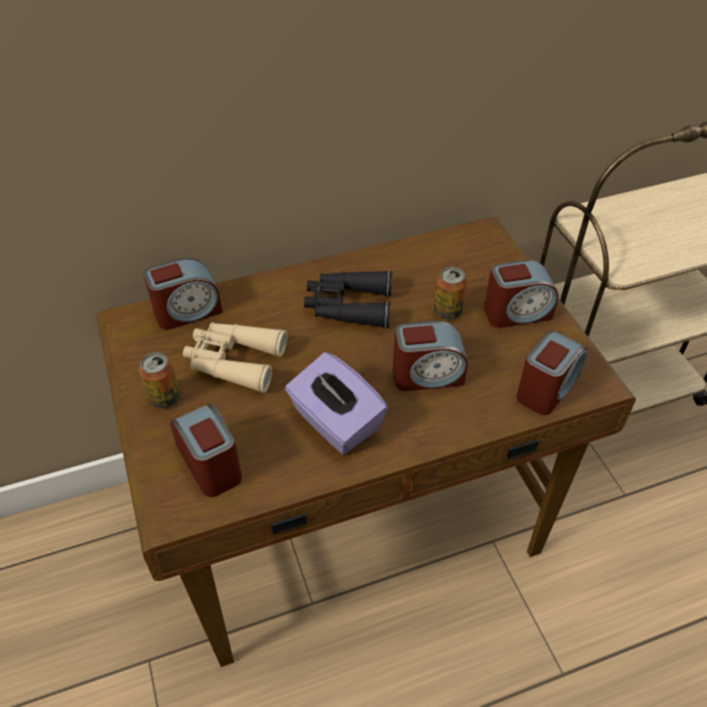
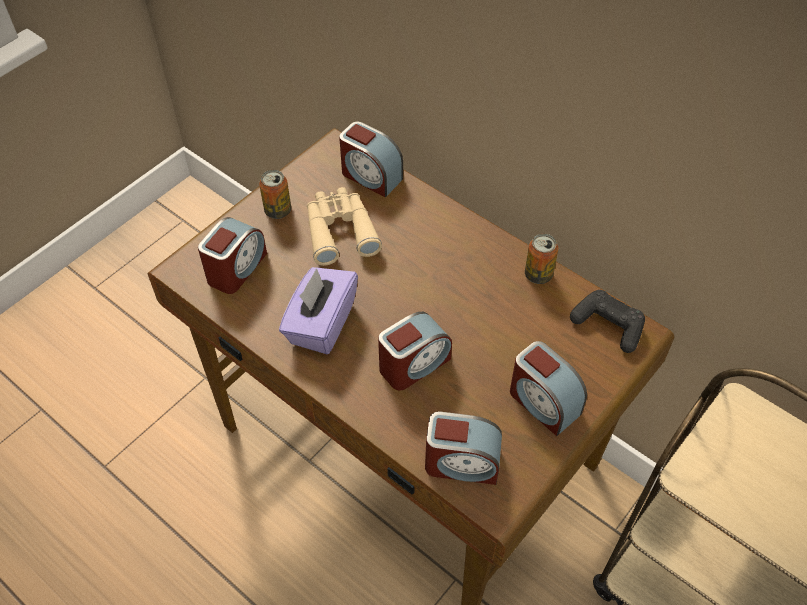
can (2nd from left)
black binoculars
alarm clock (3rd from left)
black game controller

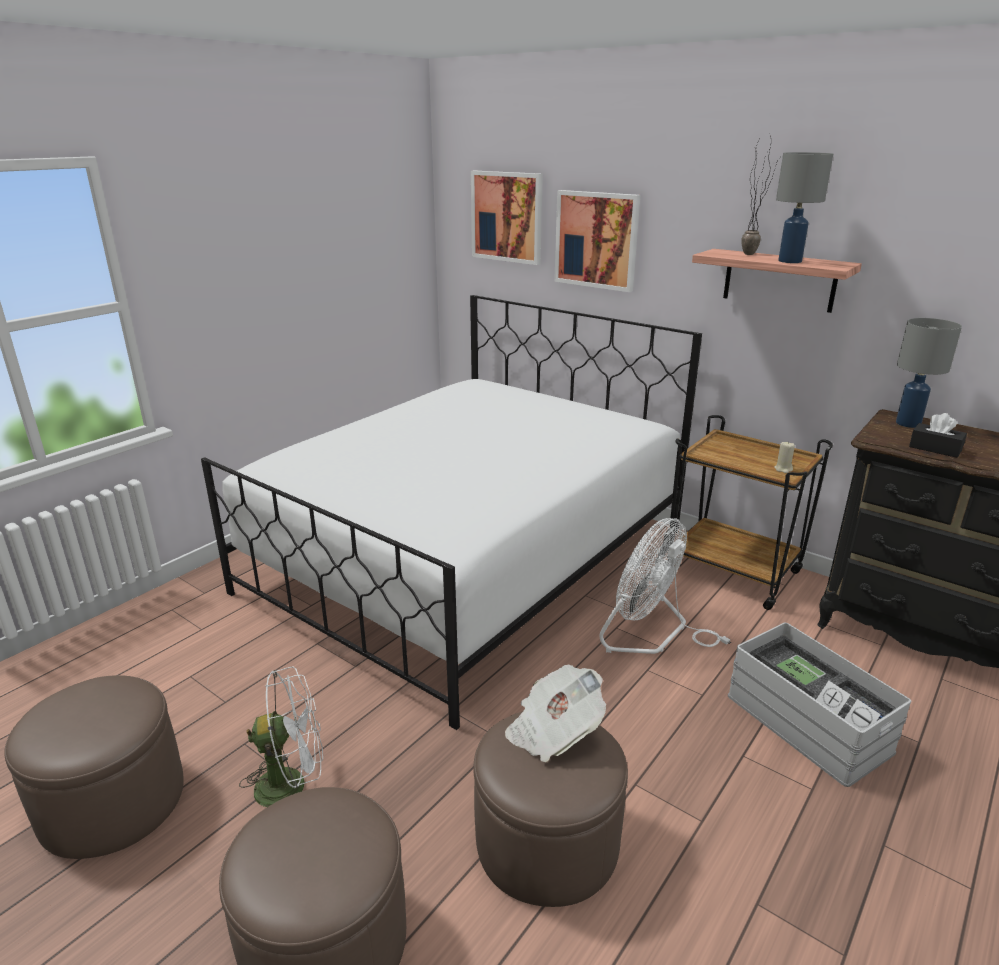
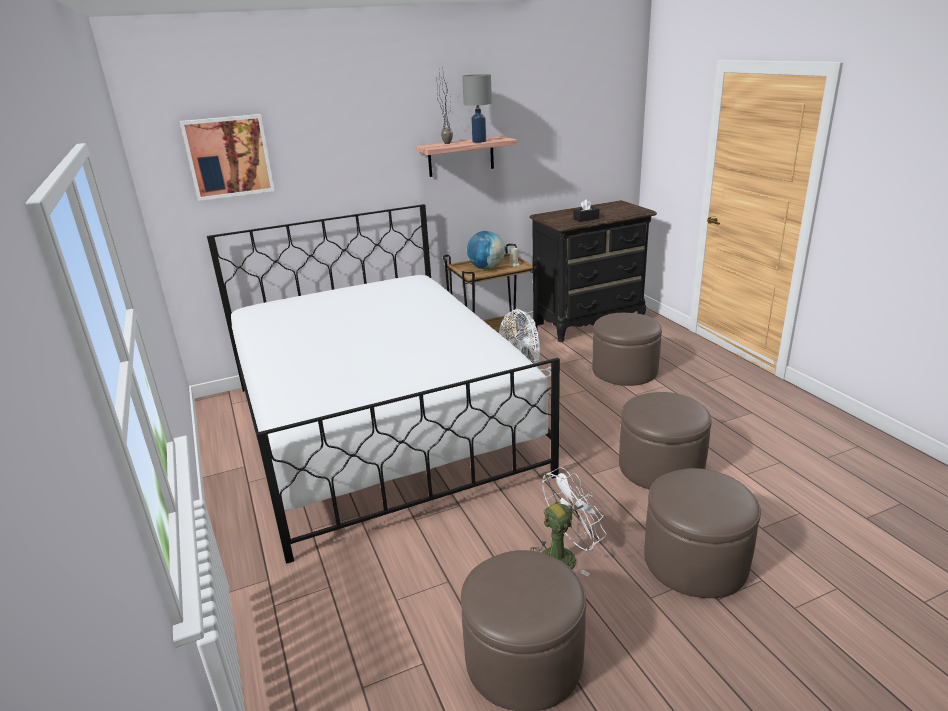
picture (2nd from left in the first image)
grey table lamp (2nd from left in the first image)
brown ottoman (2nd from left)
newspaper
white fan (2nd from left)
globe

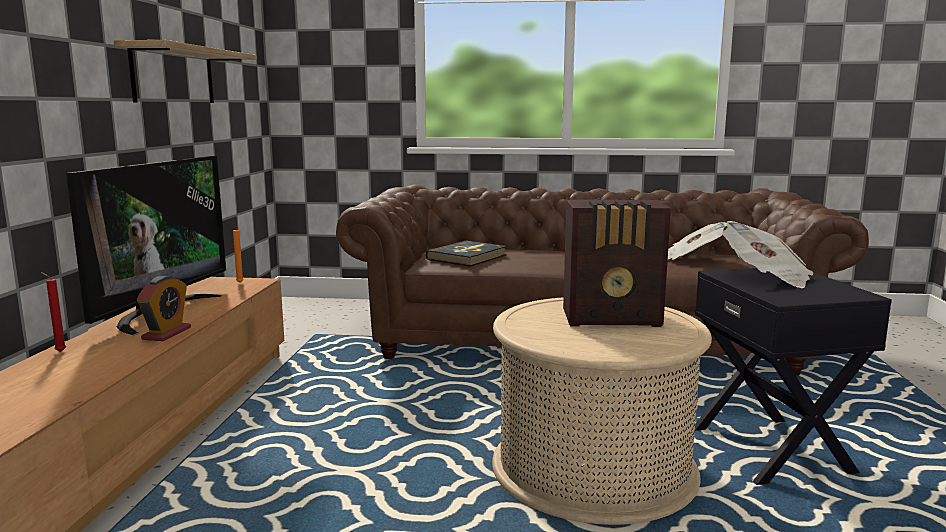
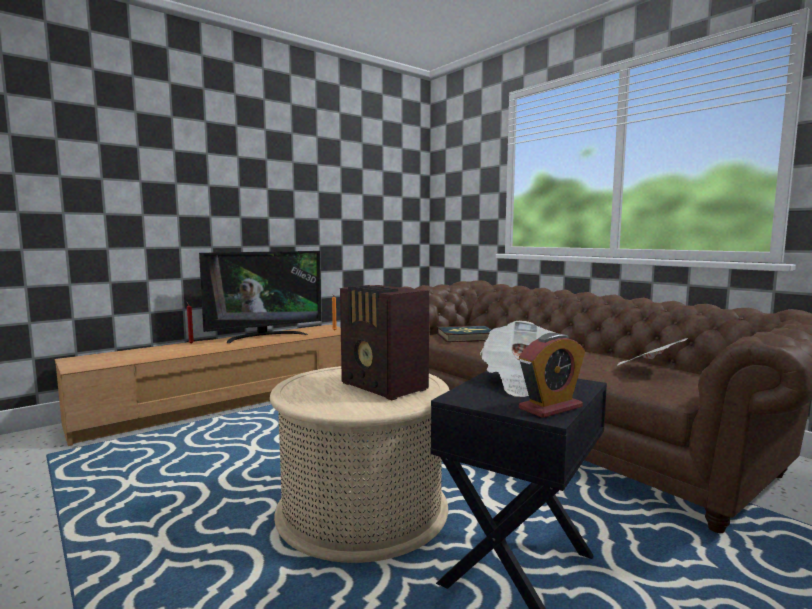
shelf
alarm clock

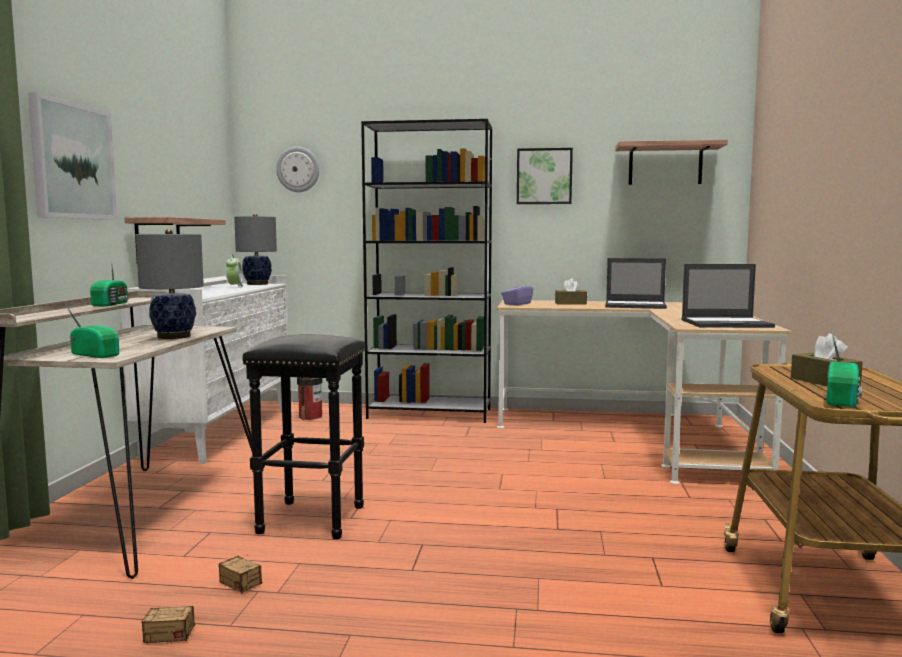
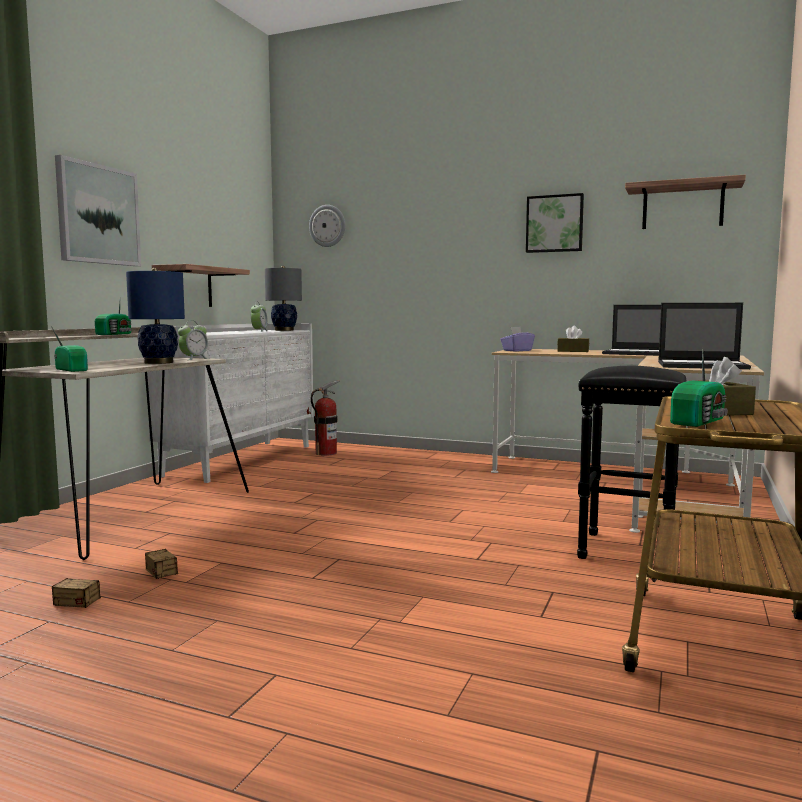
grey bookcase
blue table lamp
black stool
alarm clock (1st from left)

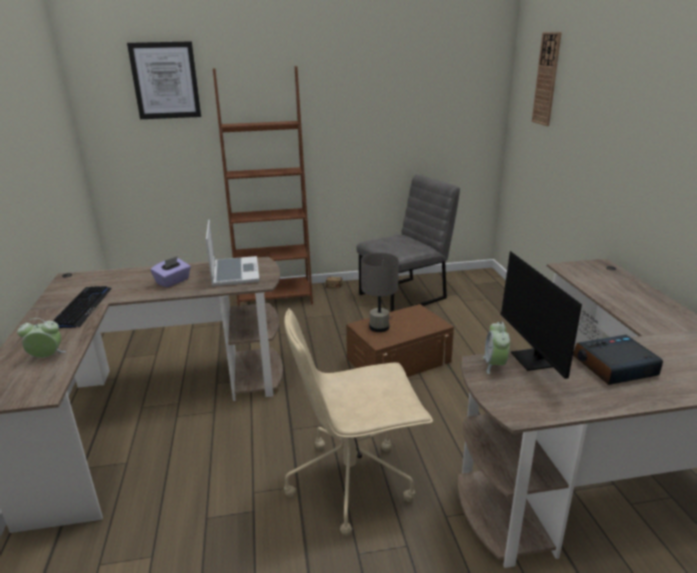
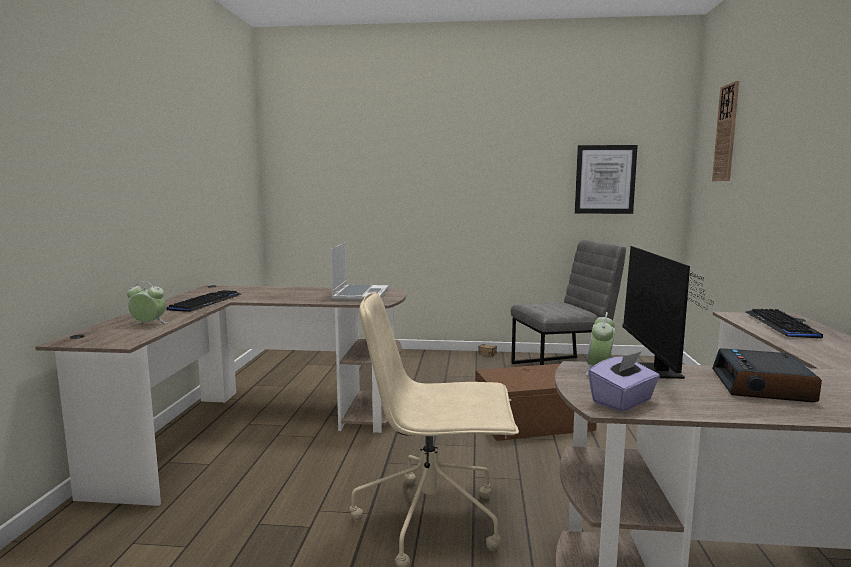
picture
brown bookcase
grey table lamp
purple tissue box
alarm clock (3rd from left)
keyboard (2nd from left)

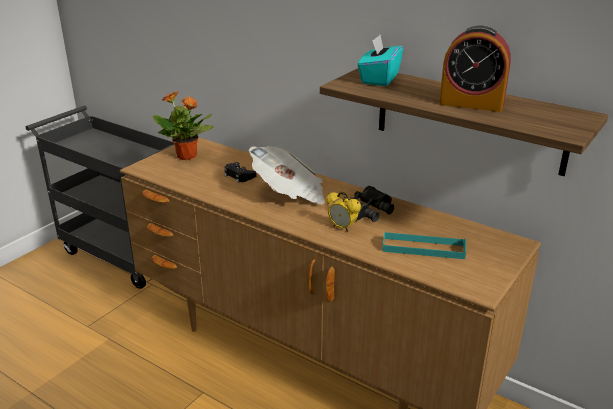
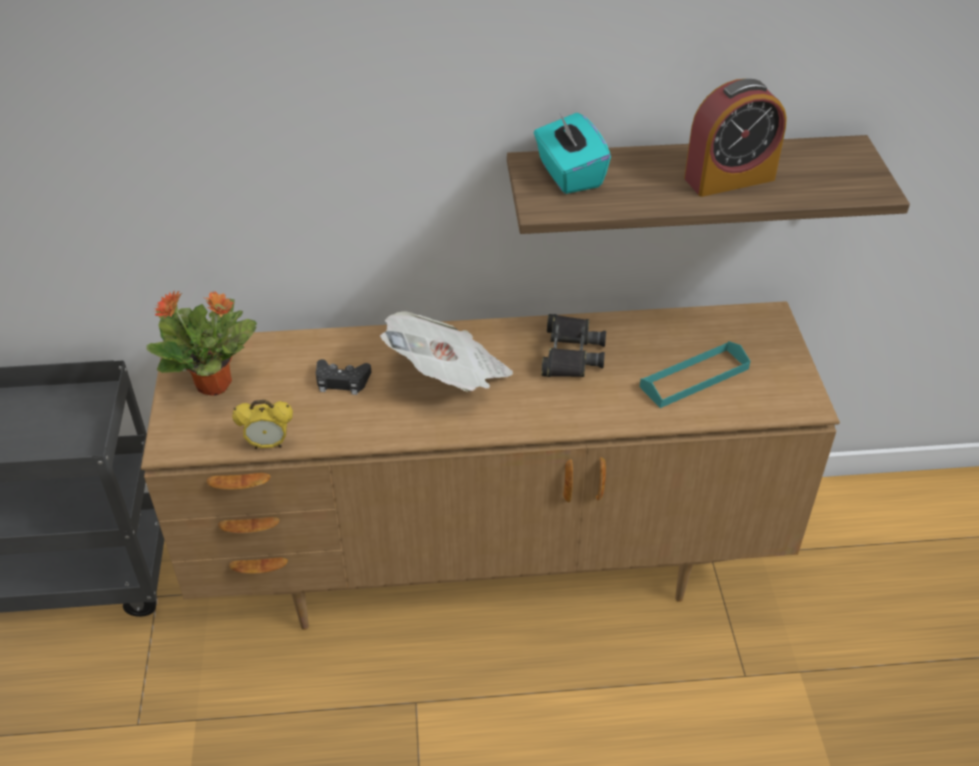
alarm clock (1st from left)

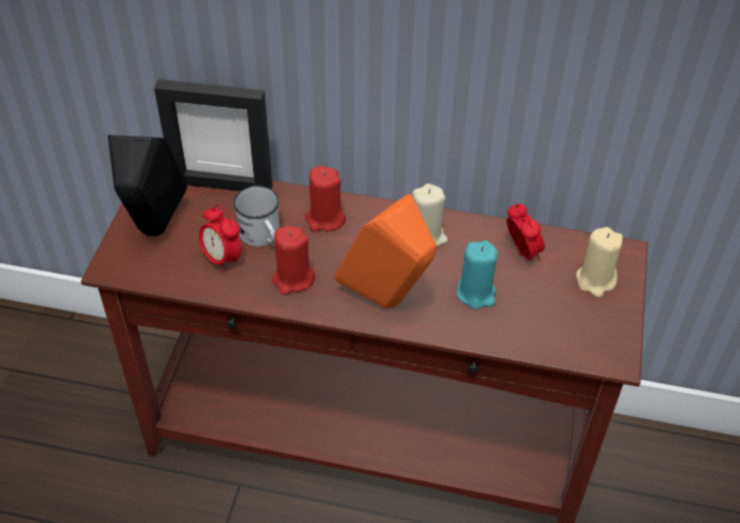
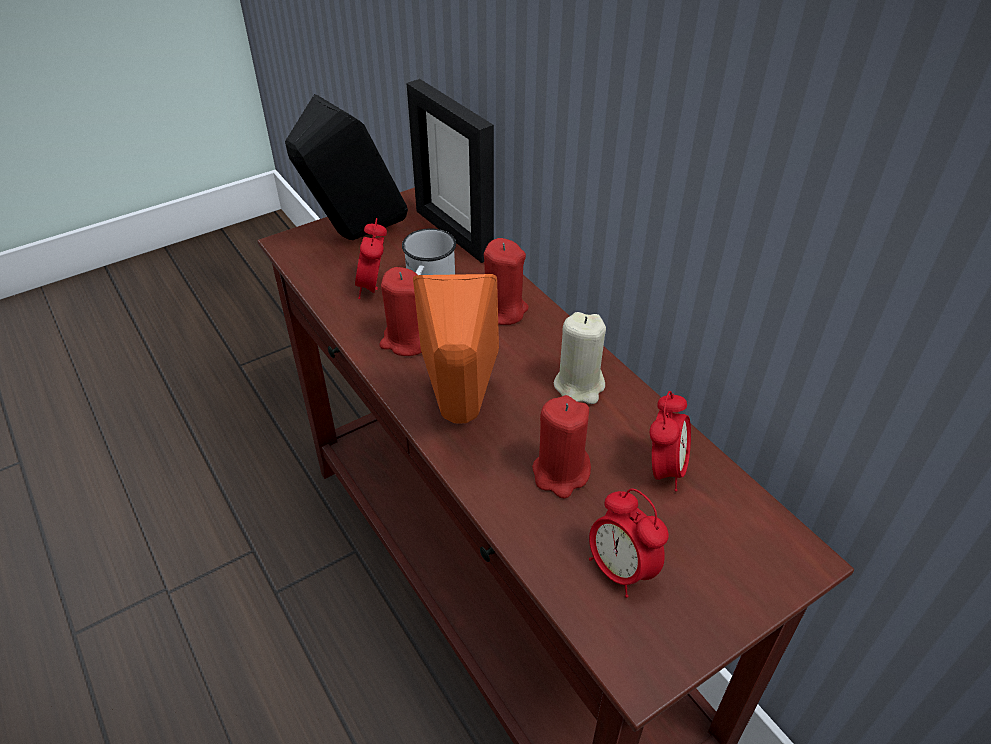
beige candle (2nd from left in the first image)
red candle (3rd from left)
alarm clock (2nd from left)

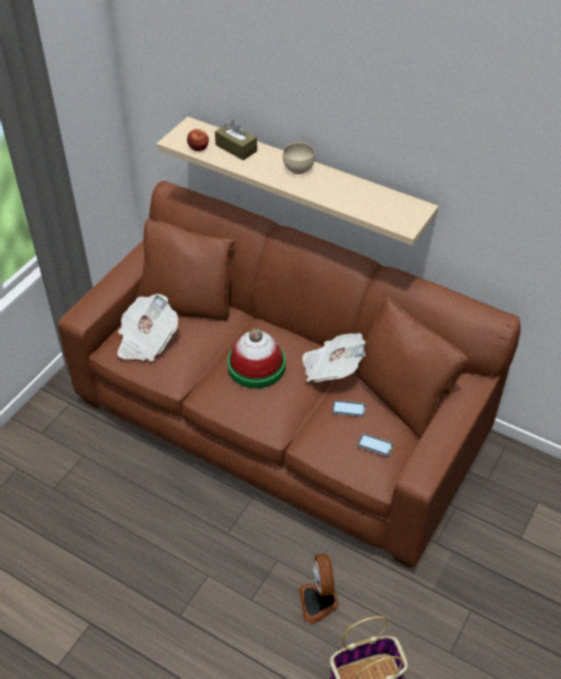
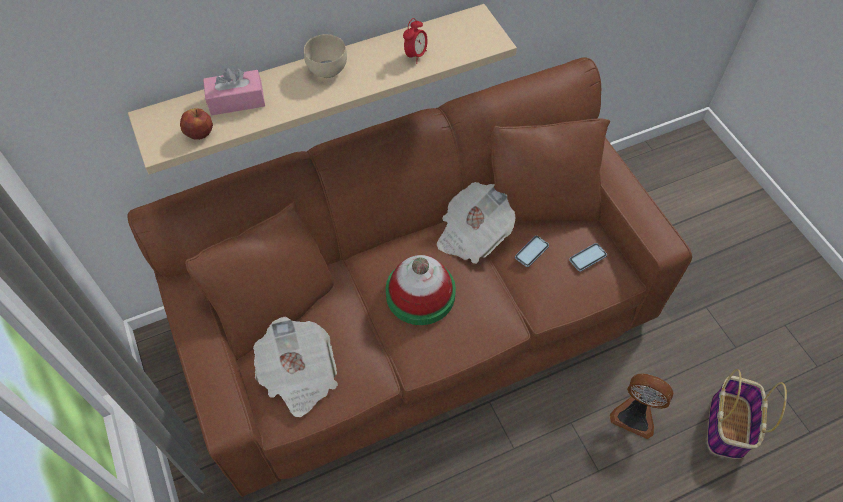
pink tissue box
alarm clock

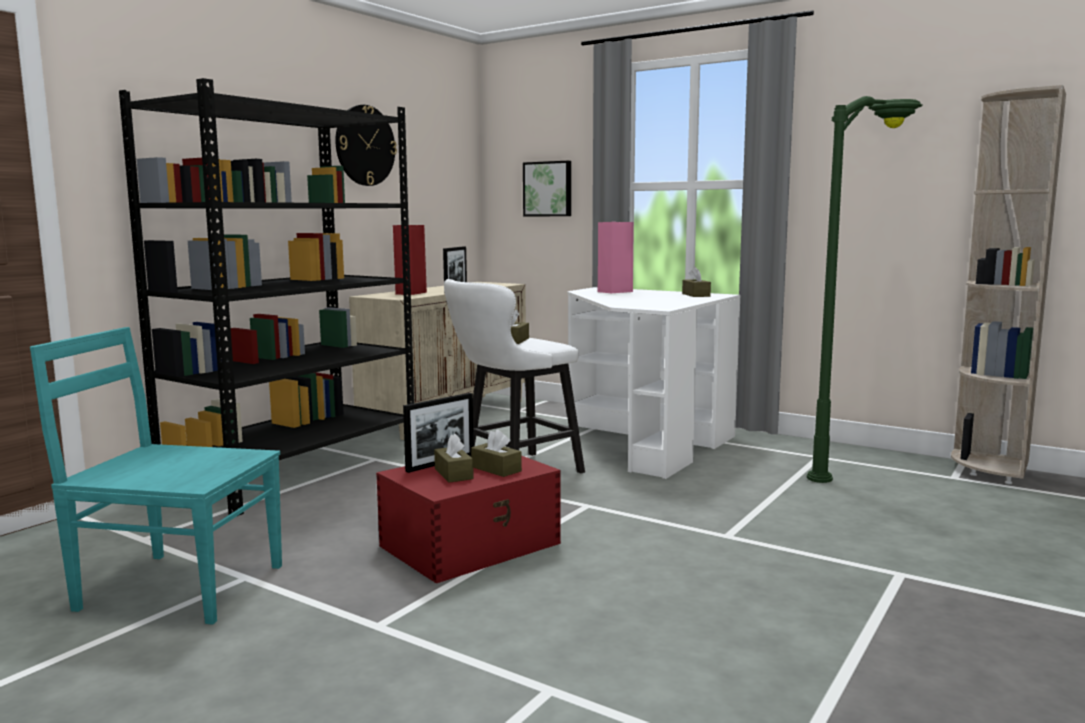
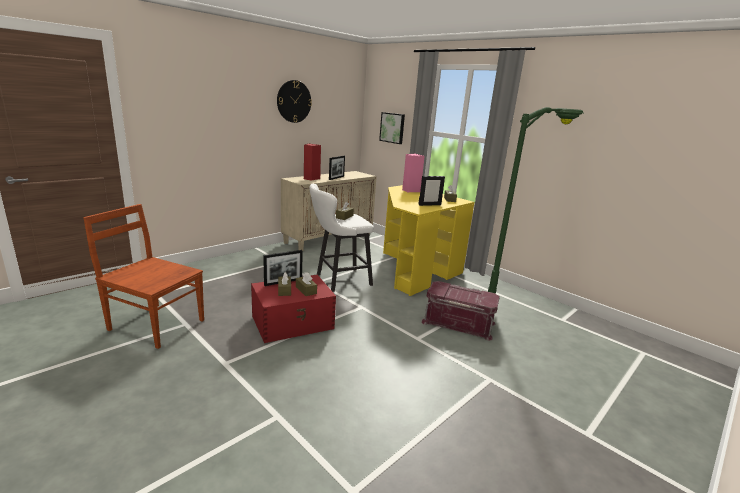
black bookcase
beige bookcase
yellow desk
brown chair
picture frame (3rd from left)
red storage box (2nd from left)

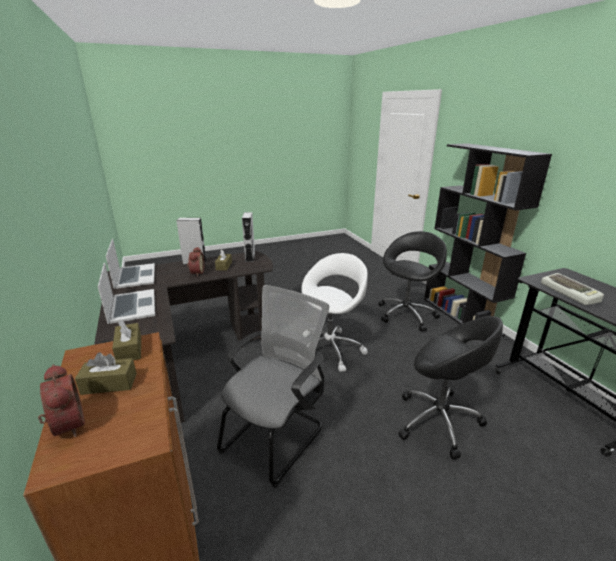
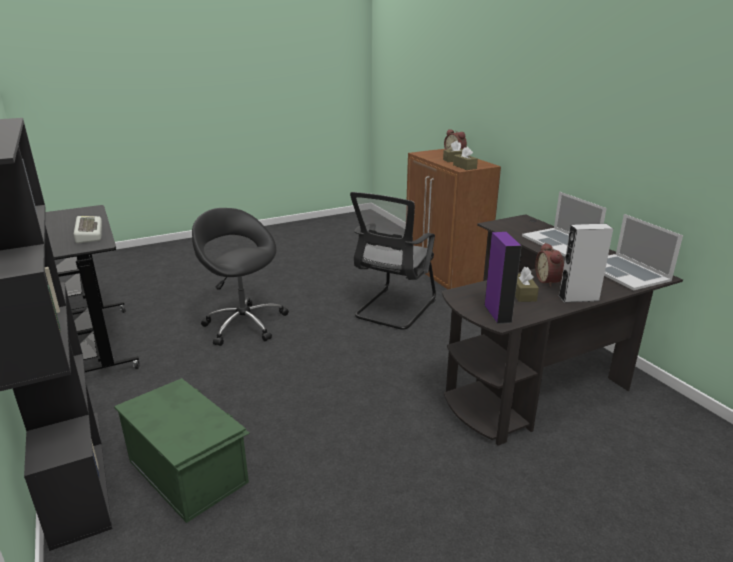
purple speaker
green storage box
white office chair

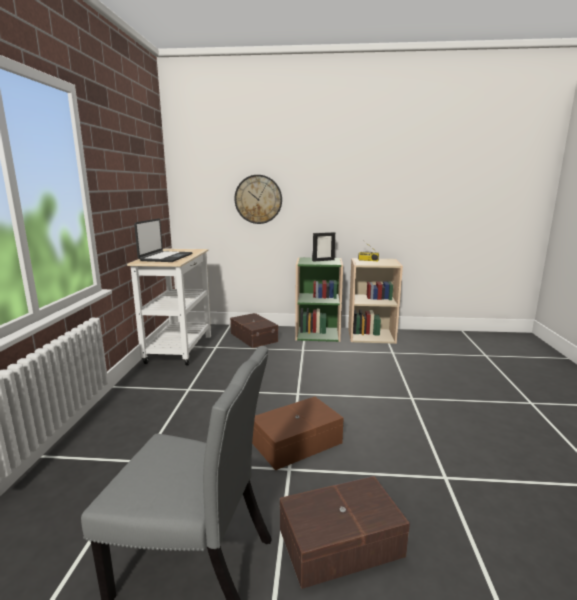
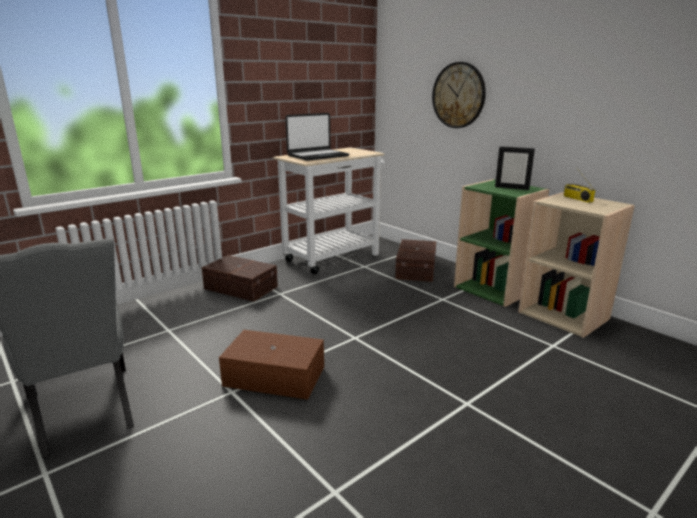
brown storage box (1st from left)

